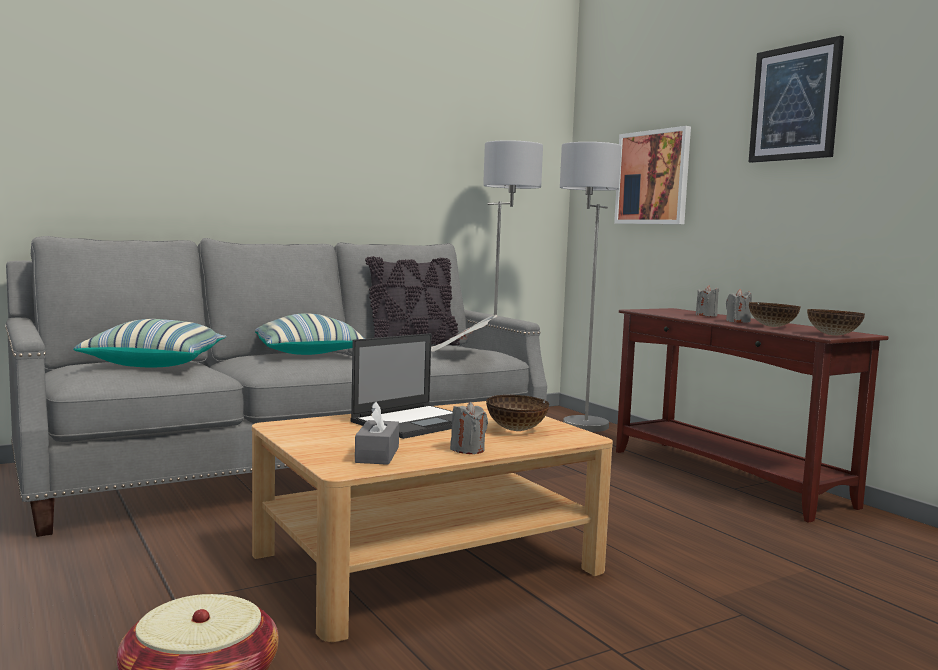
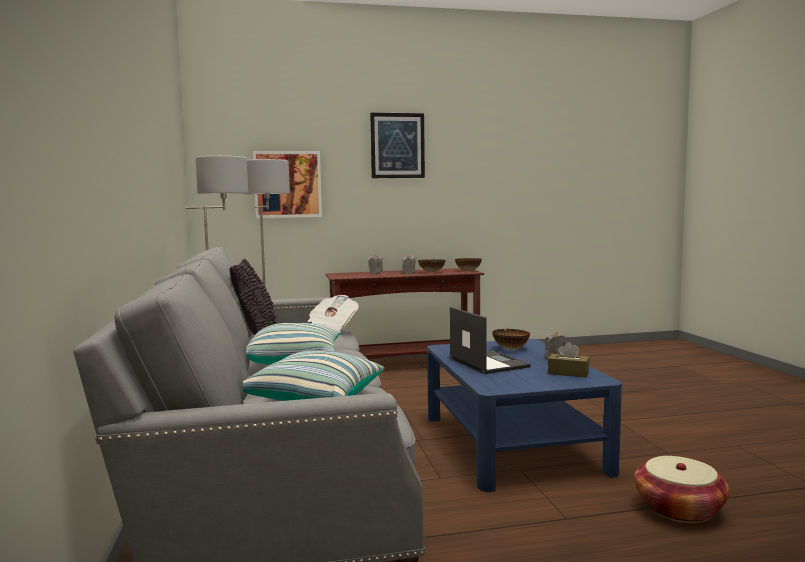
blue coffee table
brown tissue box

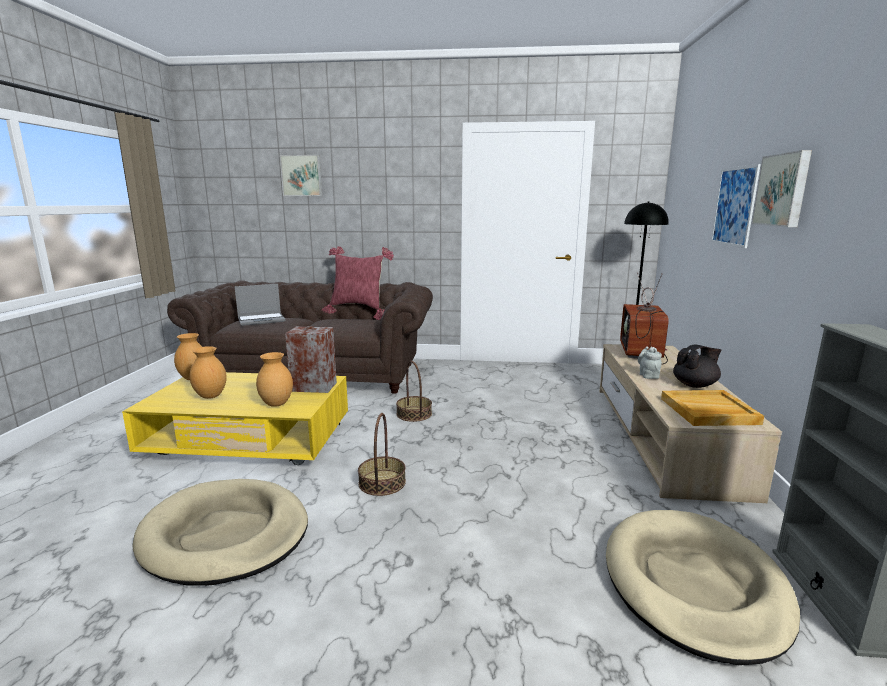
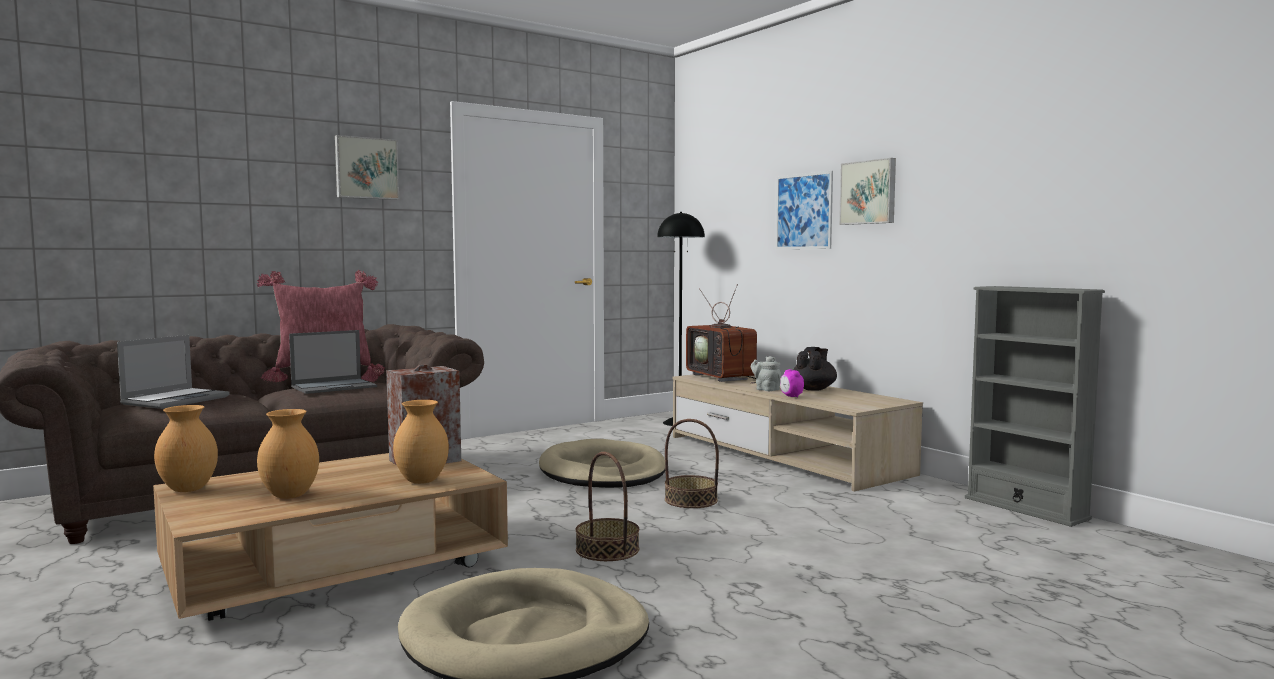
picture (1st from left)
basket (2nd from left)
brown coffee table
beige tray
beige dog bed (2nd from left)
laptop (2nd from left)
alarm clock

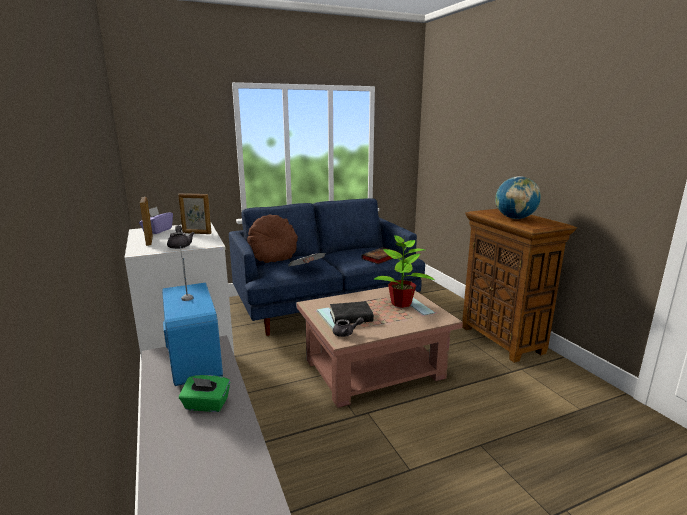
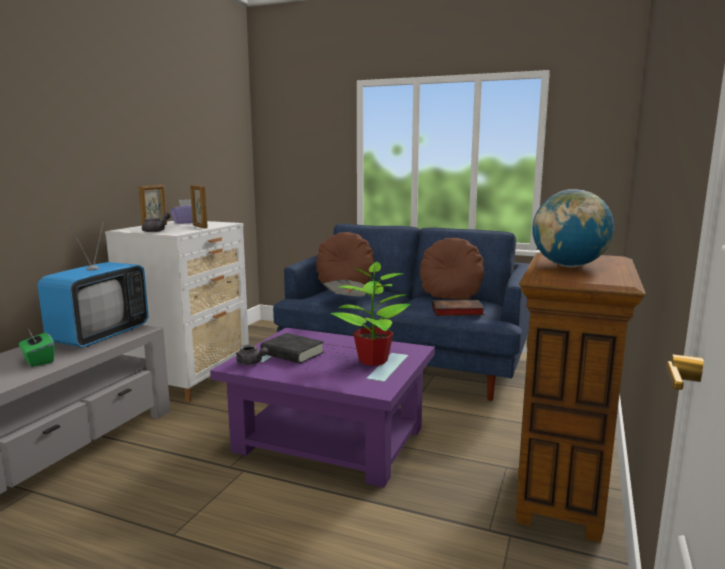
purple coffee table
brown pillow (2nd from left)

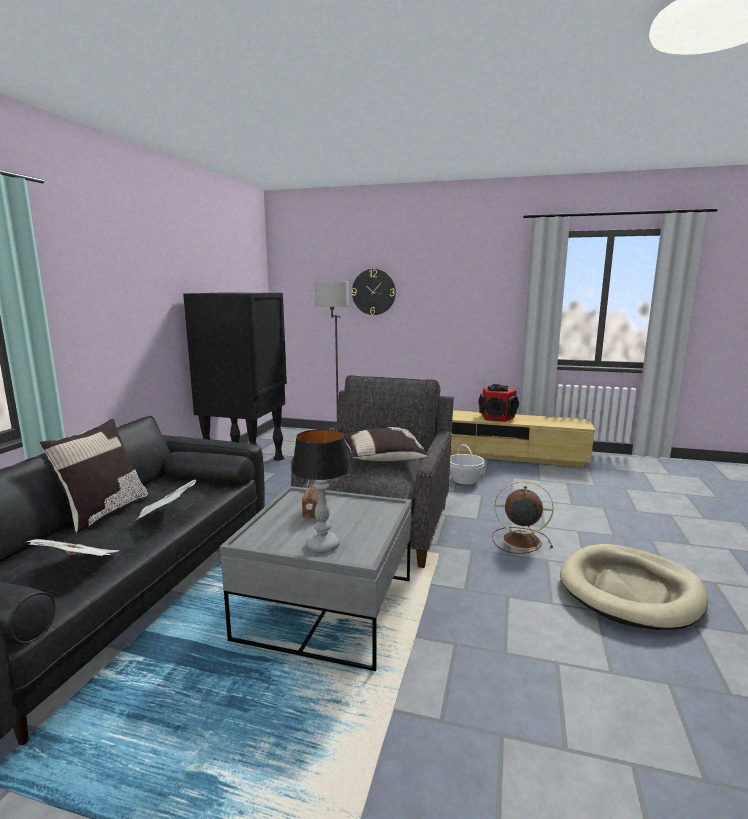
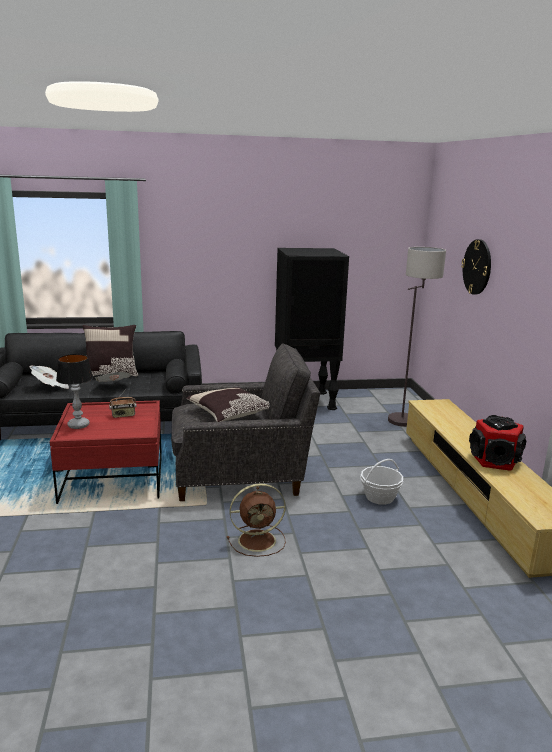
brown fan
red coffee table
beige dog bed

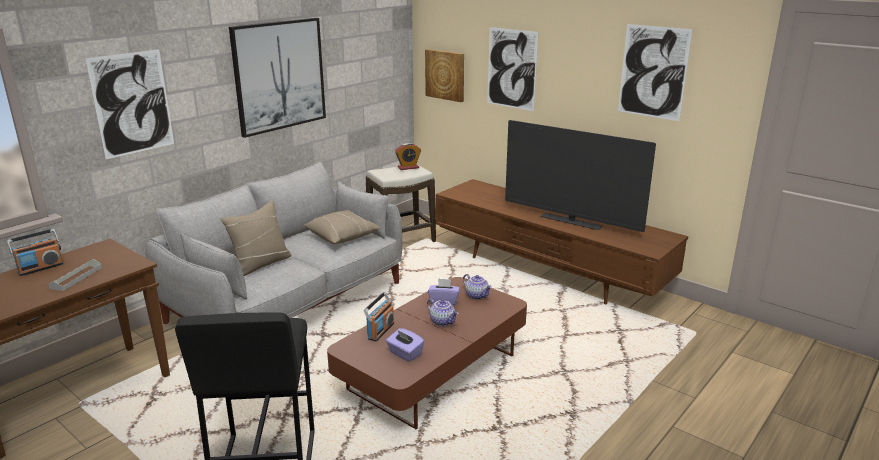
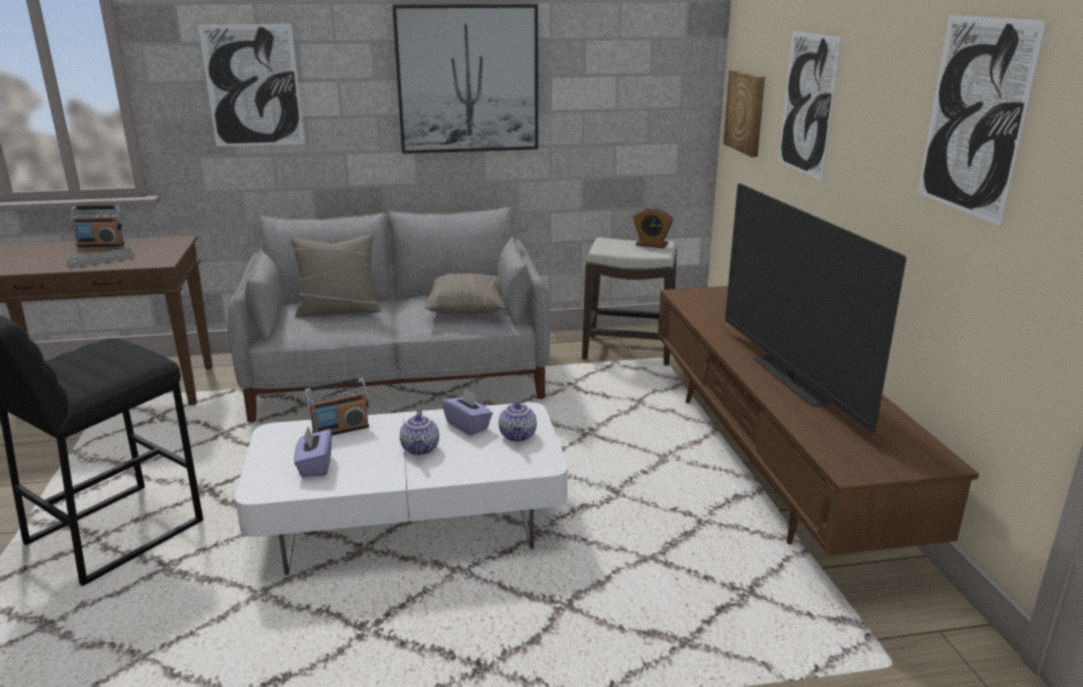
white coffee table

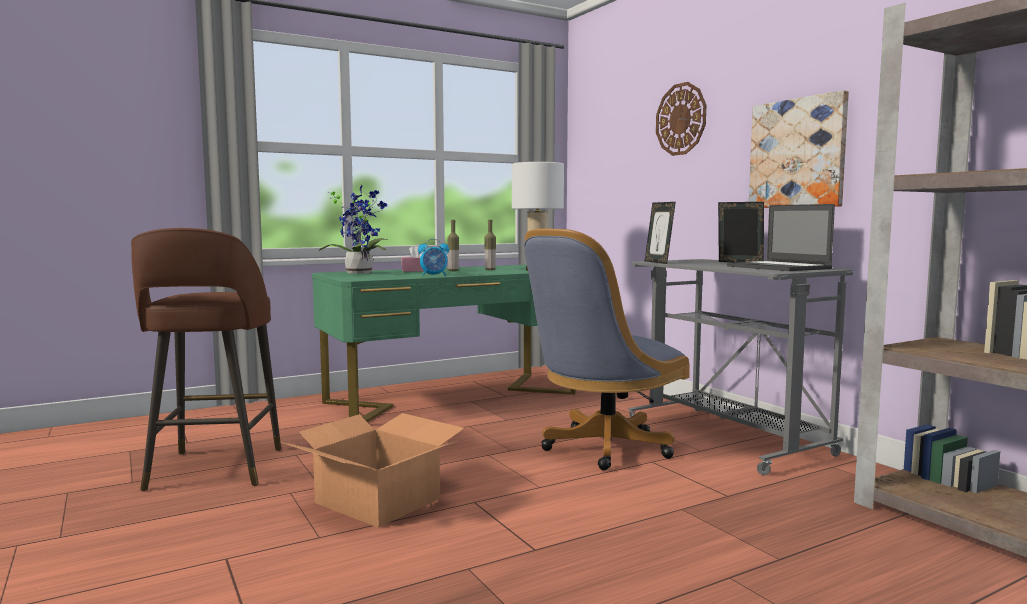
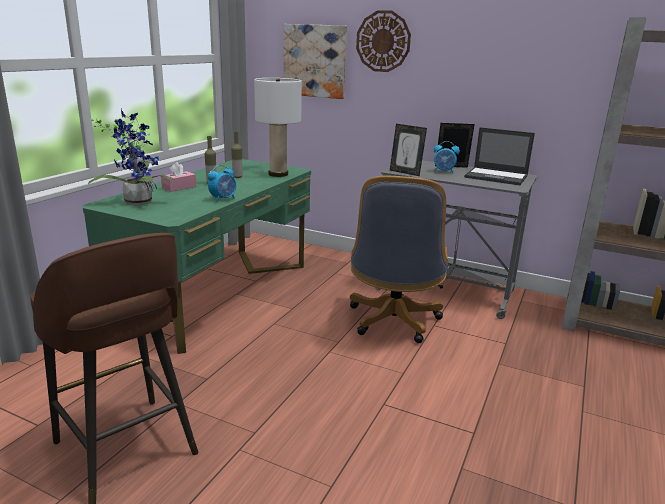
picture
cardboard box
alarm clock (2nd from left)

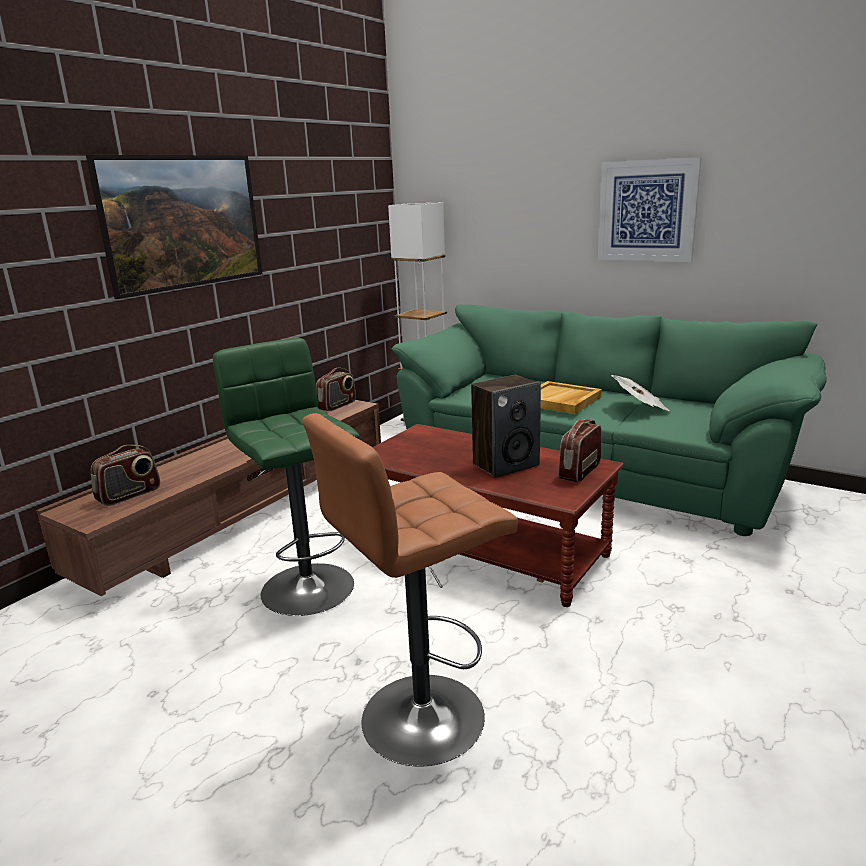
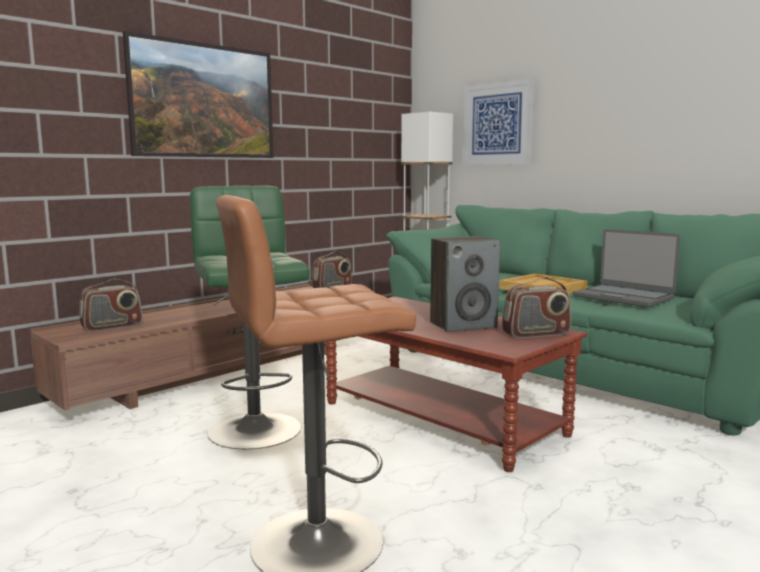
picture (2nd from left)
laptop
radio (3rd from left)

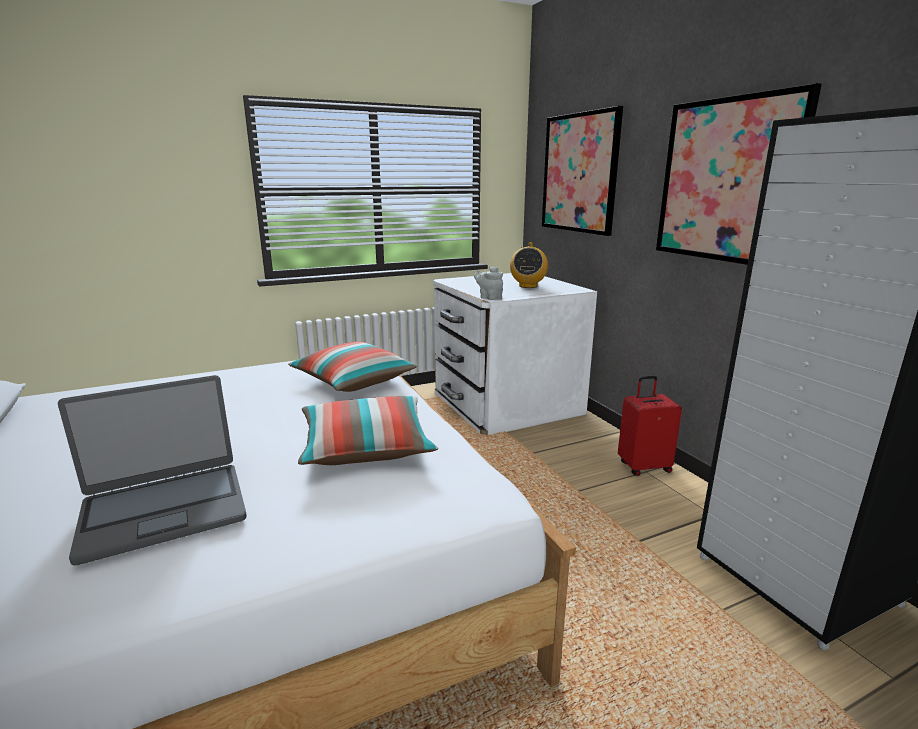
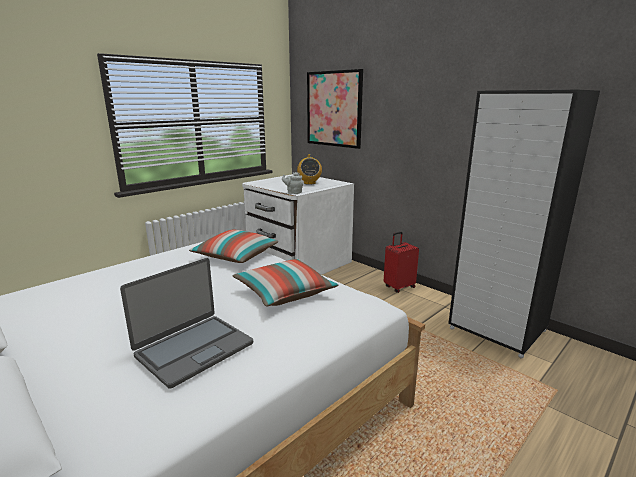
picture (2nd from left in the first image)

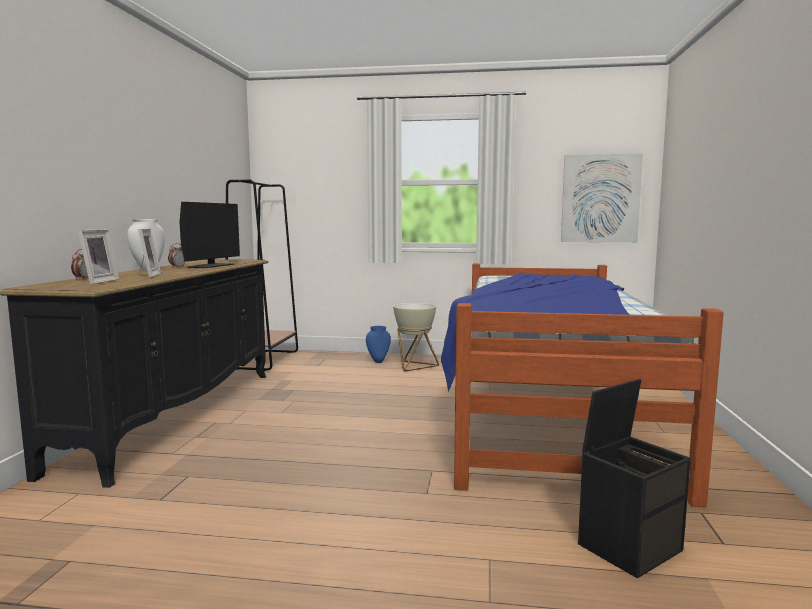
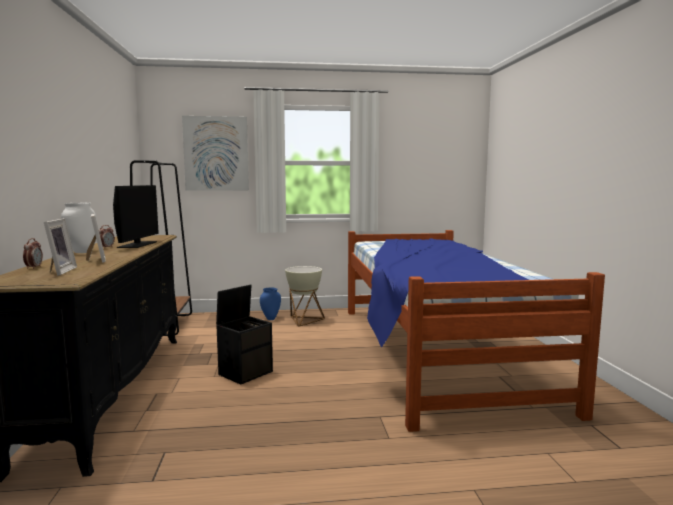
picture
black storage box

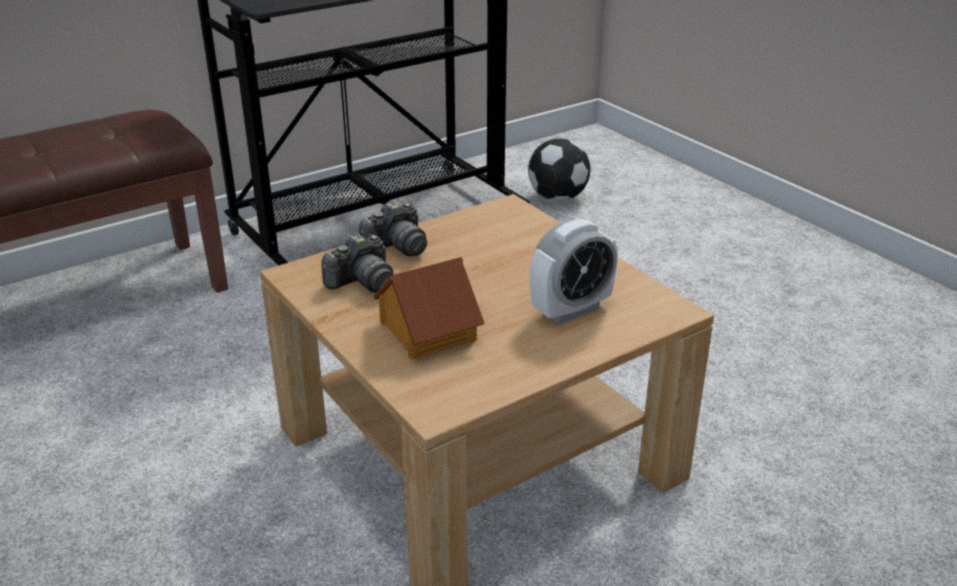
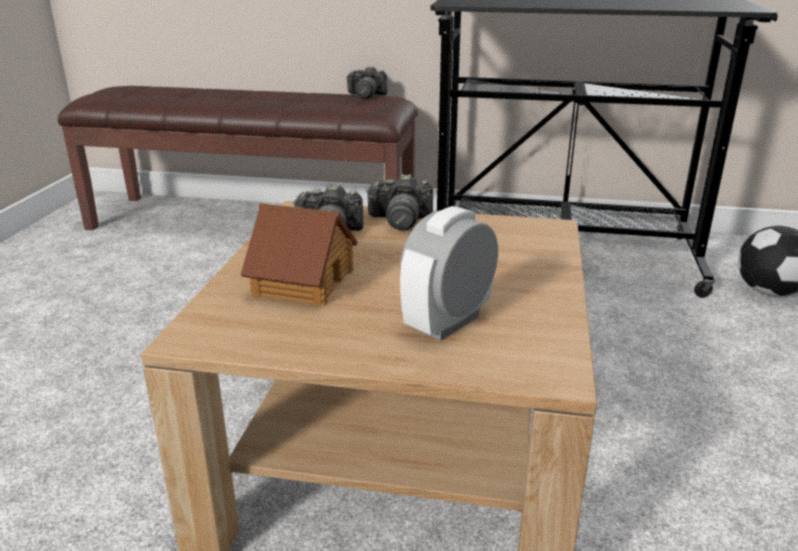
alarm clock
photo camera (2nd from left)

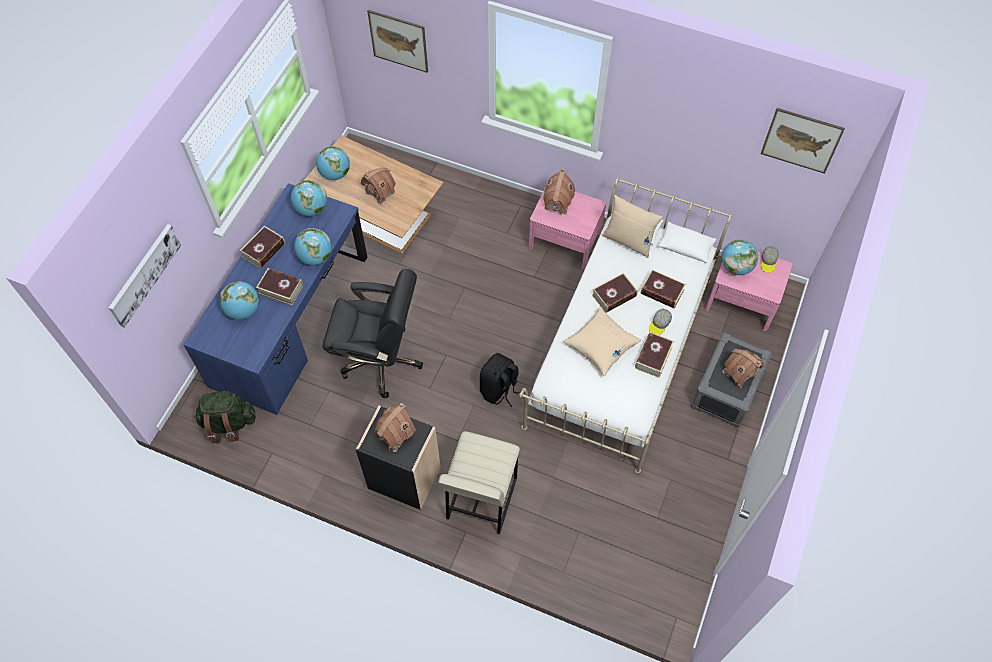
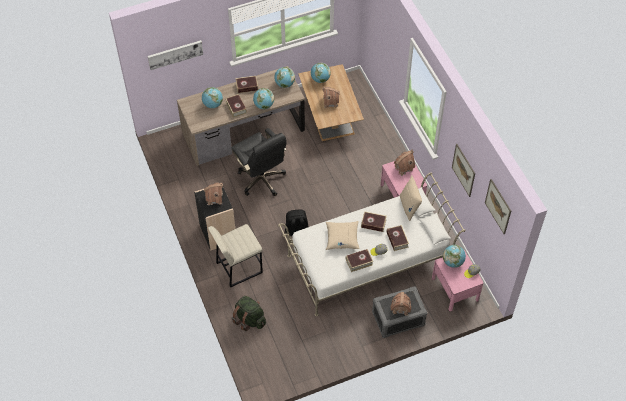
picture (2nd from left)
brown desk
green backpack

